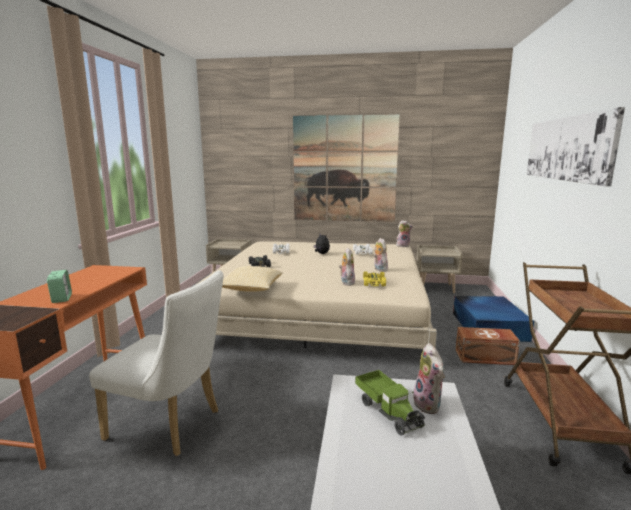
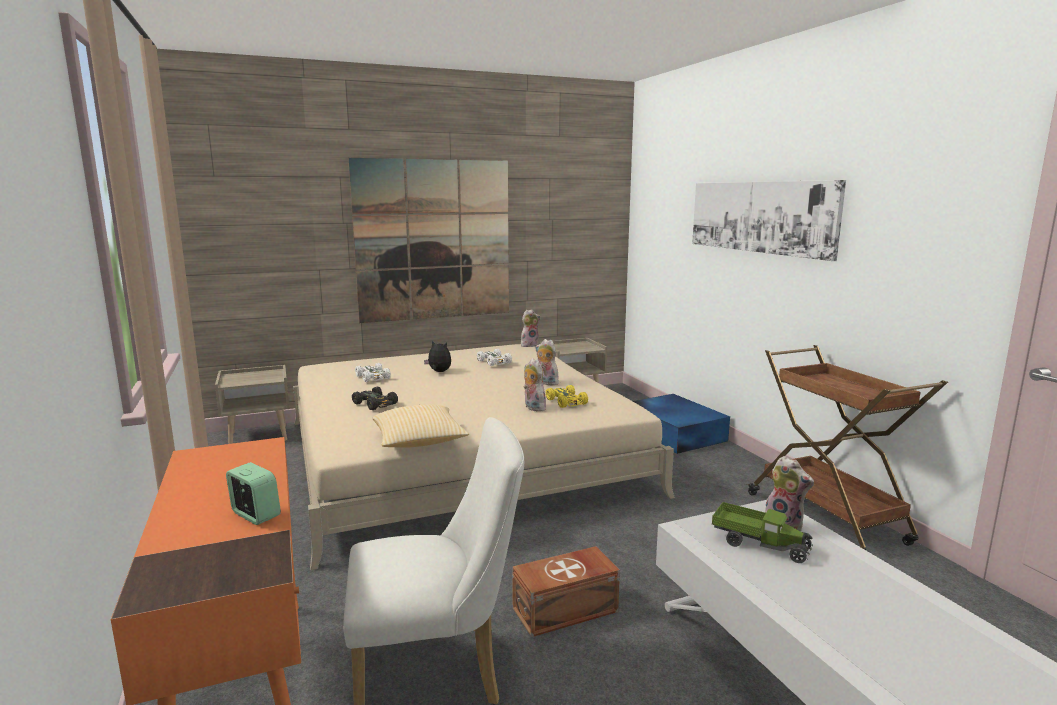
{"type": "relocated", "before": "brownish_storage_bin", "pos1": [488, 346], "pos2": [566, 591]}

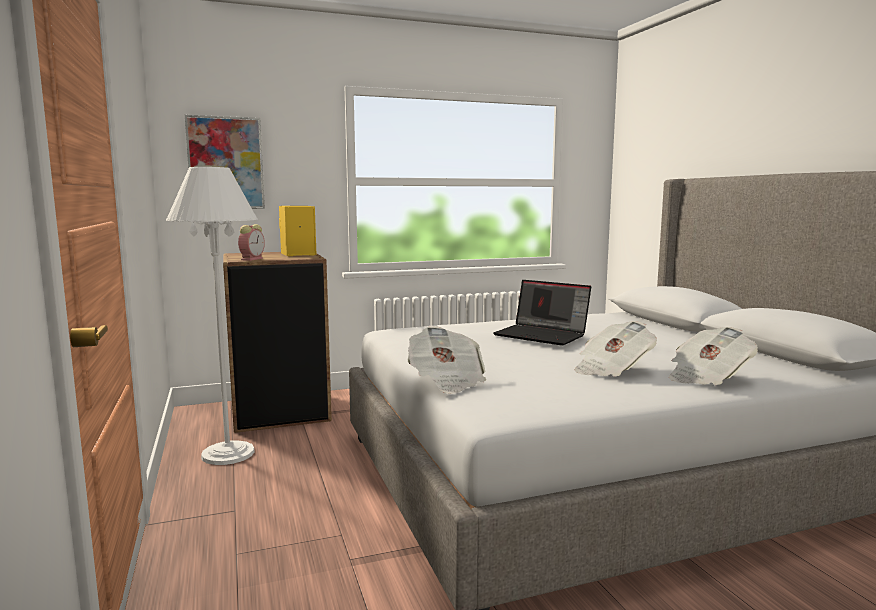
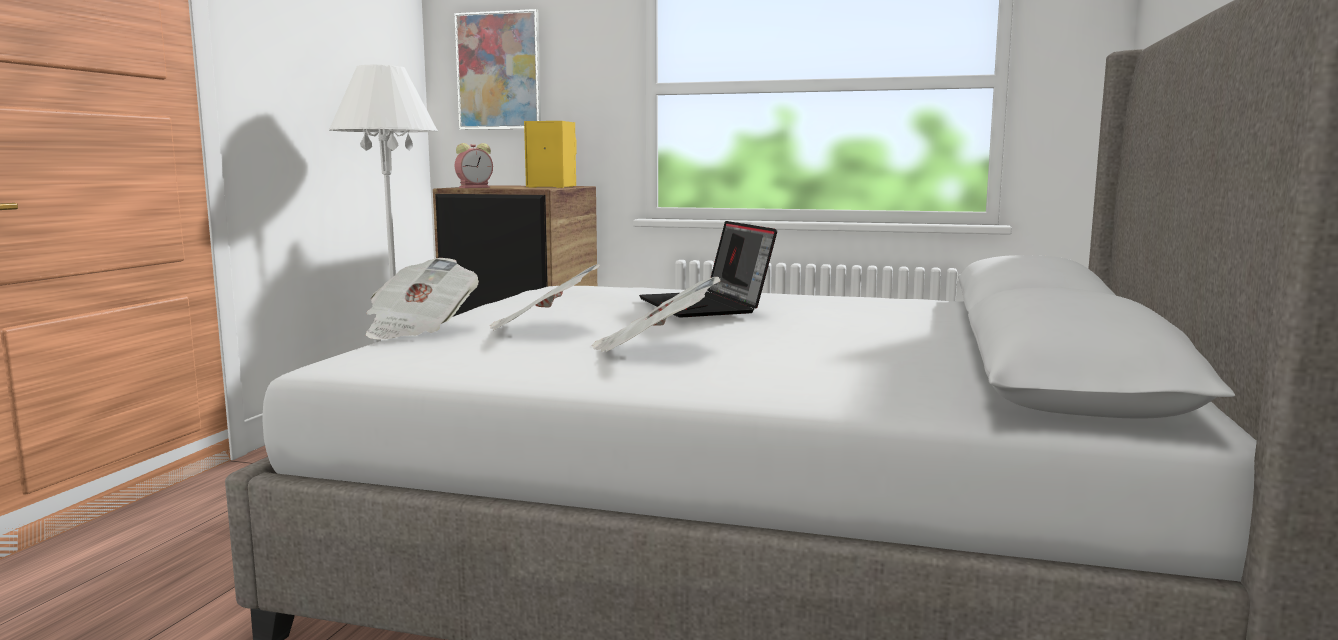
{"type": "relocated", "before": "printed_paper", "pos1": [713, 356], "pos2": [545, 297]}

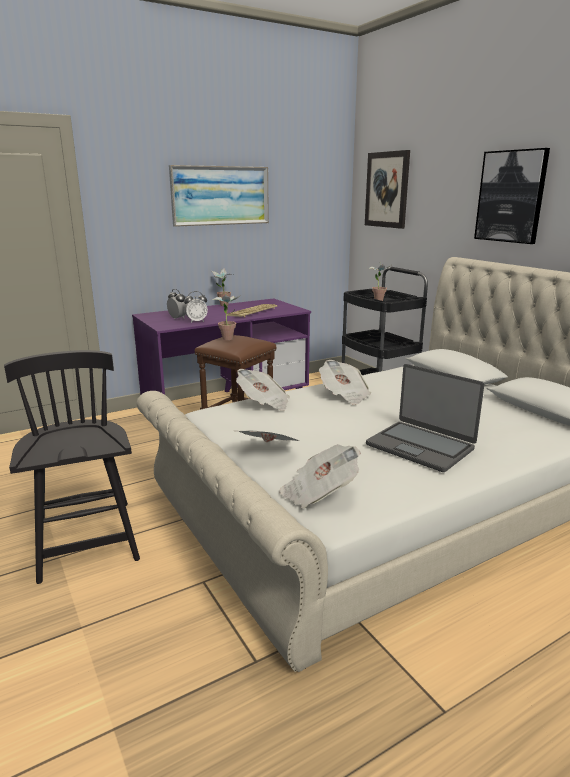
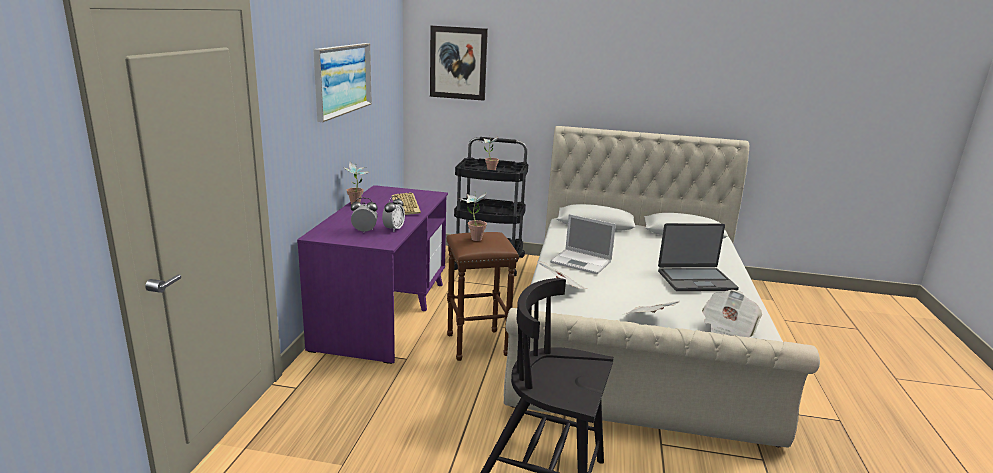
{"type": "missing", "before": "wall_art", "pos1": [512, 196]}
{"type": "exchanged", "before": "printed_paper", "after": "laptop", "pos1": [345, 382], "pos2": [583, 244]}

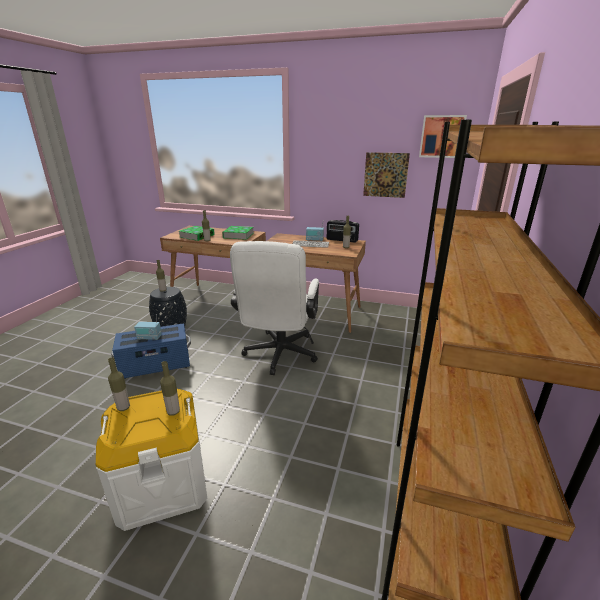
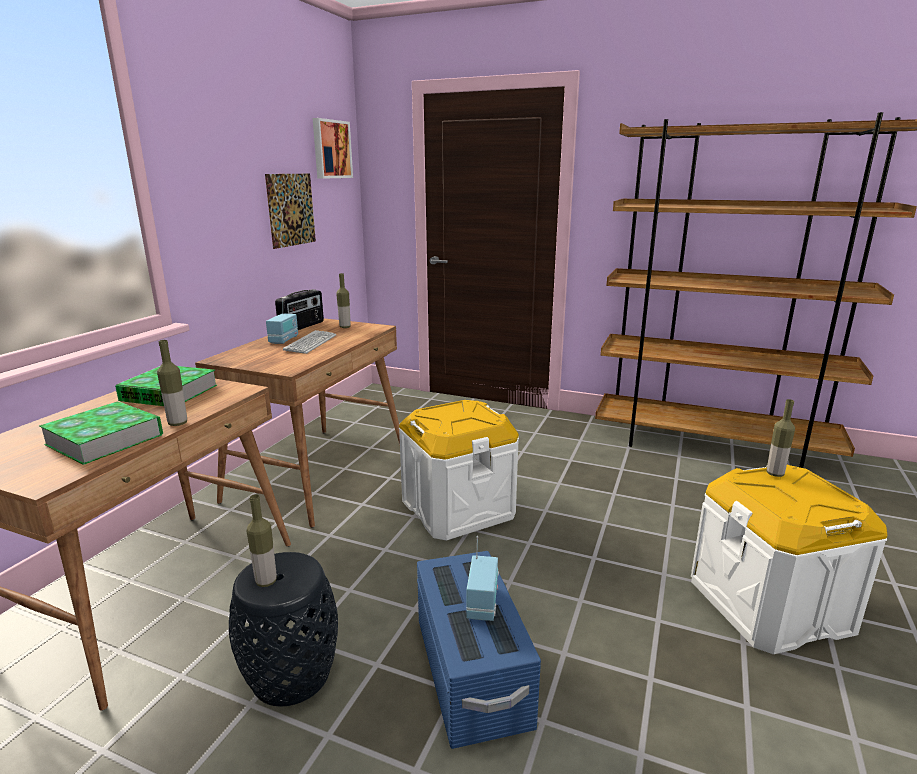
{"type": "missing", "before": "bottle", "pos1": [119, 384]}
{"type": "exchanged", "before": "whitish_desk_chair", "after": "whitish_storage_bin", "pos1": [274, 308], "pos2": [459, 470]}

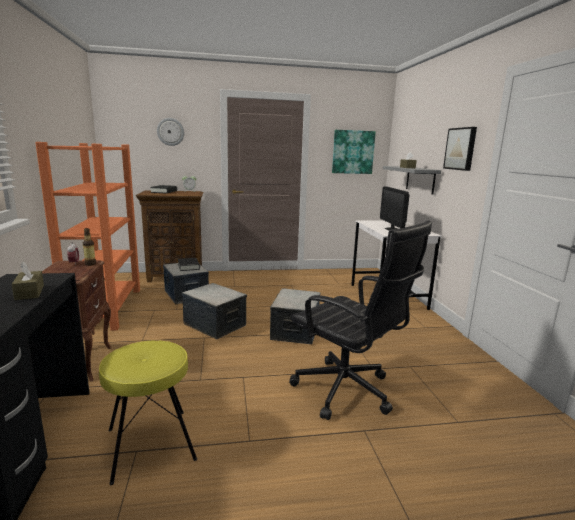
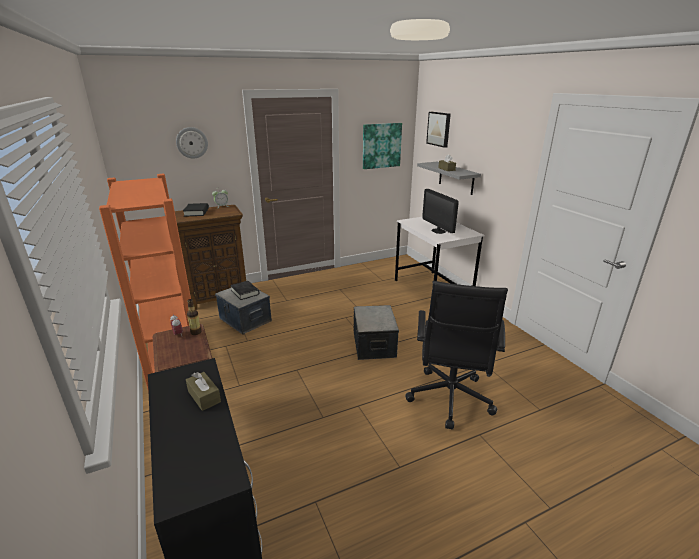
{"type": "missing", "before": "yellow_stool_seat", "pos1": [148, 412]}
{"type": "missing", "before": "storage_bin", "pos1": [214, 311]}
{"type": "relocated", "before": "wall_art", "pos1": [460, 149], "pos2": [438, 130]}
{"type": "spun", "before": "black-coloured_desk_chair", "pos1": [360, 320], "pos2": [456, 355], "turn": 75}

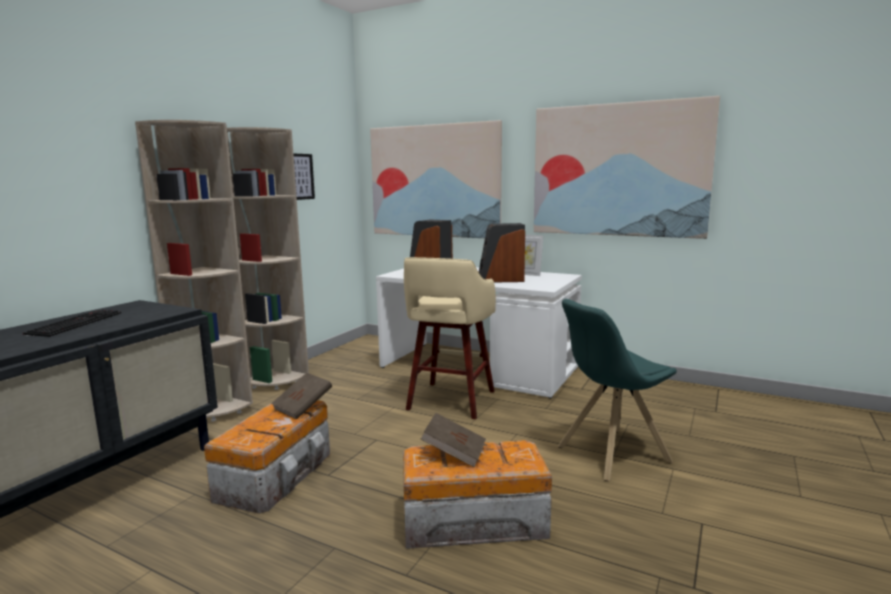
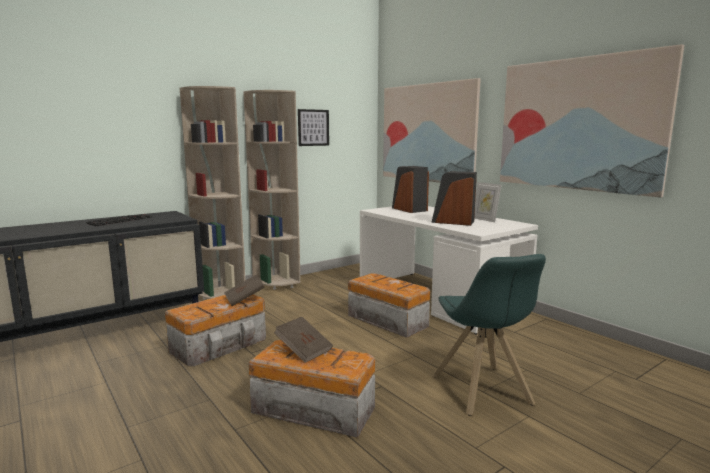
{"type": "exchanged", "before": "sand-coloured_stool_seat", "after": "storage_bin", "pos1": [450, 338], "pos2": [389, 305]}
{"type": "spun", "before": "turquoise_upright_chair", "pos1": [617, 390], "pos2": [489, 335], "turn": -105}

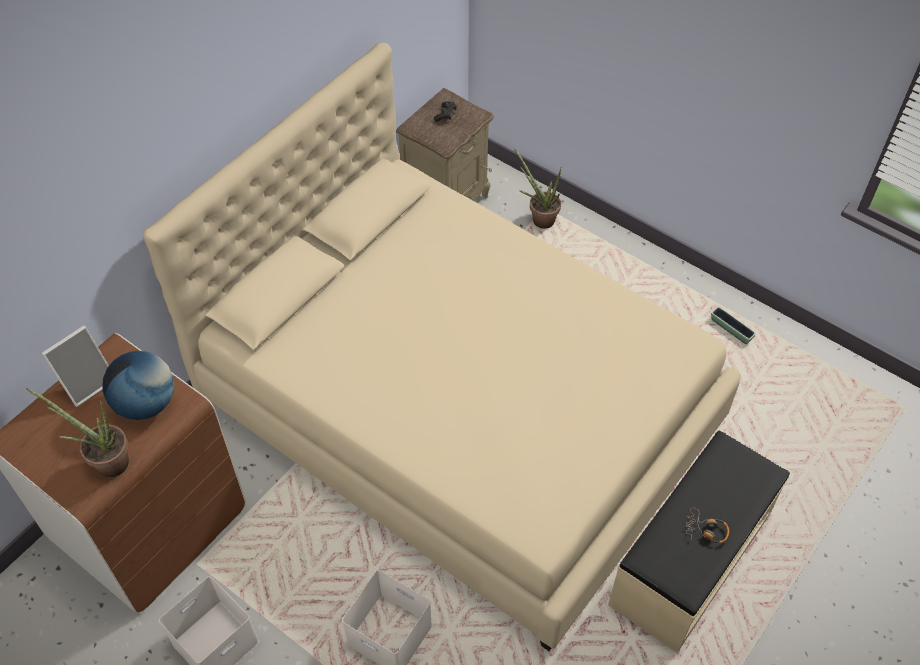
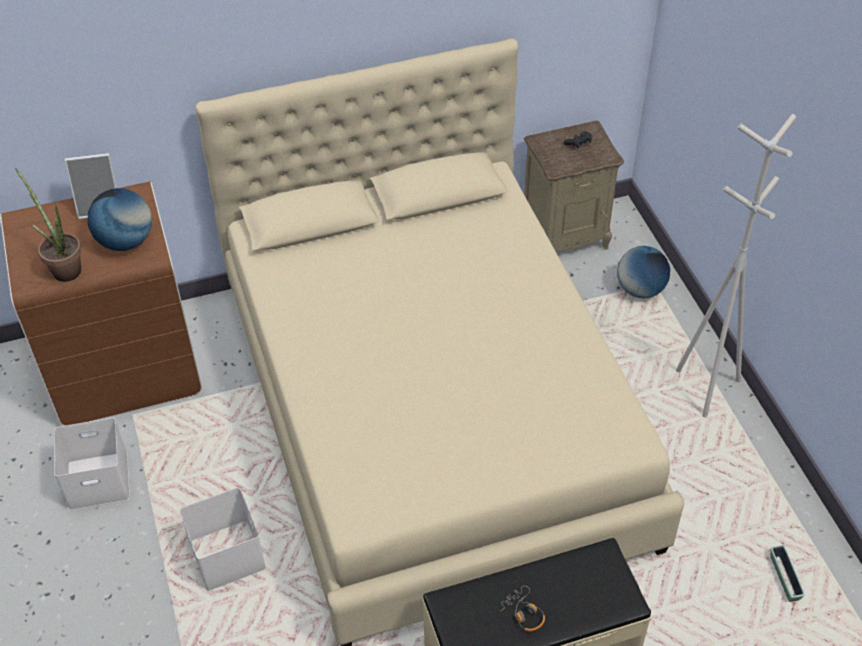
{"type": "appeared", "after": "grey_garment_stand", "pos2": [736, 265]}
{"type": "relocated", "before": "planter", "pos1": [733, 325], "pos2": [787, 573]}
{"type": "exchanged", "before": "potted_plant", "after": "globe", "pos1": [537, 189], "pos2": [643, 272]}

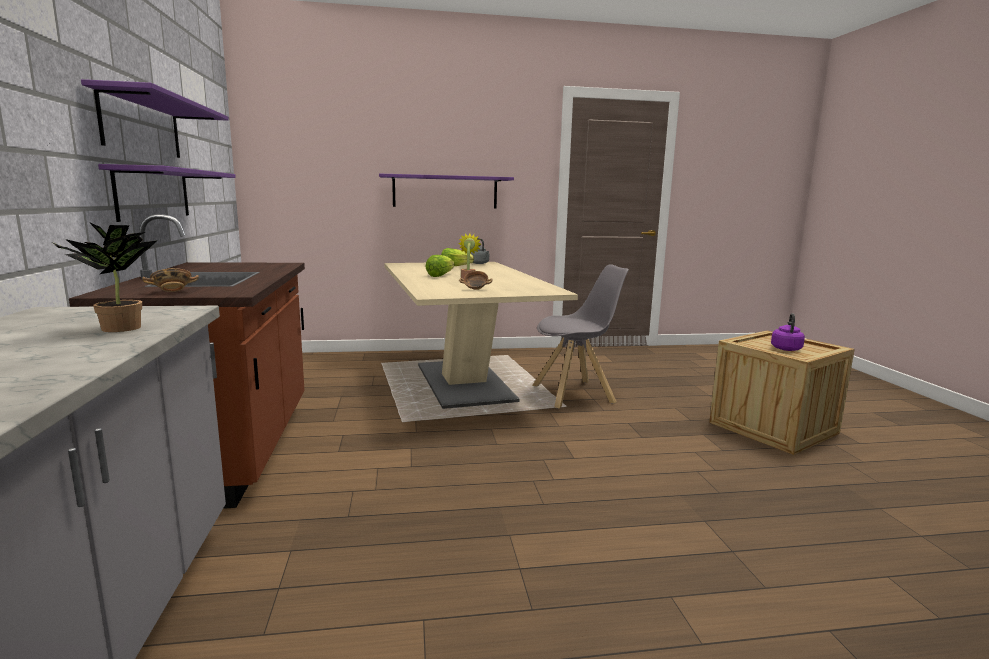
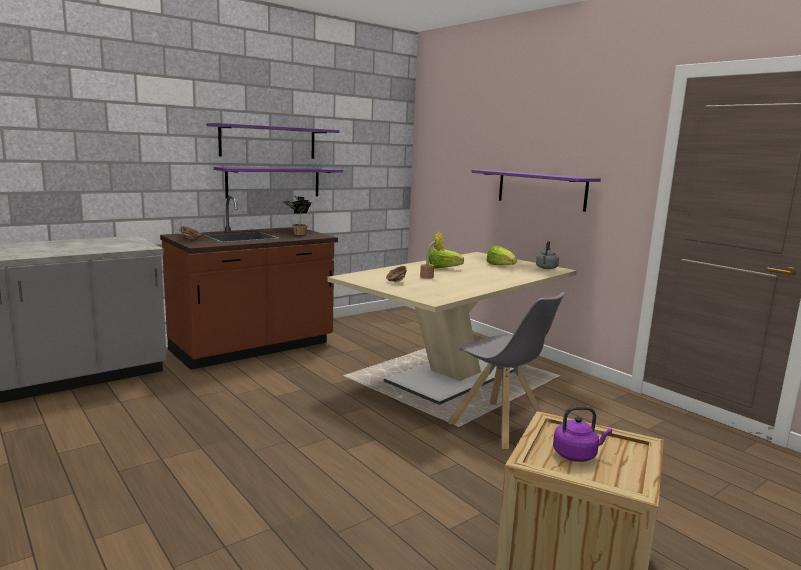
{"type": "relocated", "before": "potted_plant", "pos1": [105, 277], "pos2": [297, 215]}

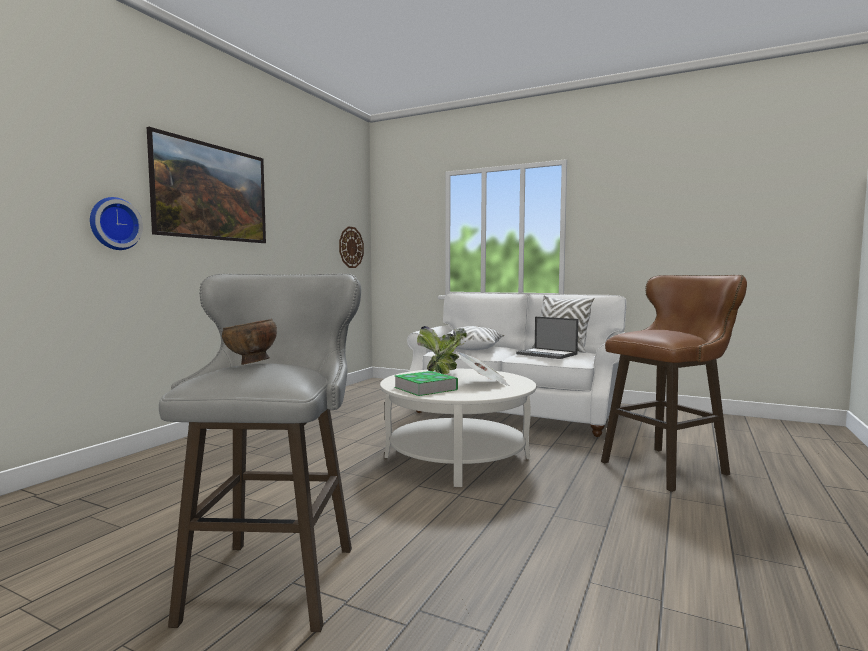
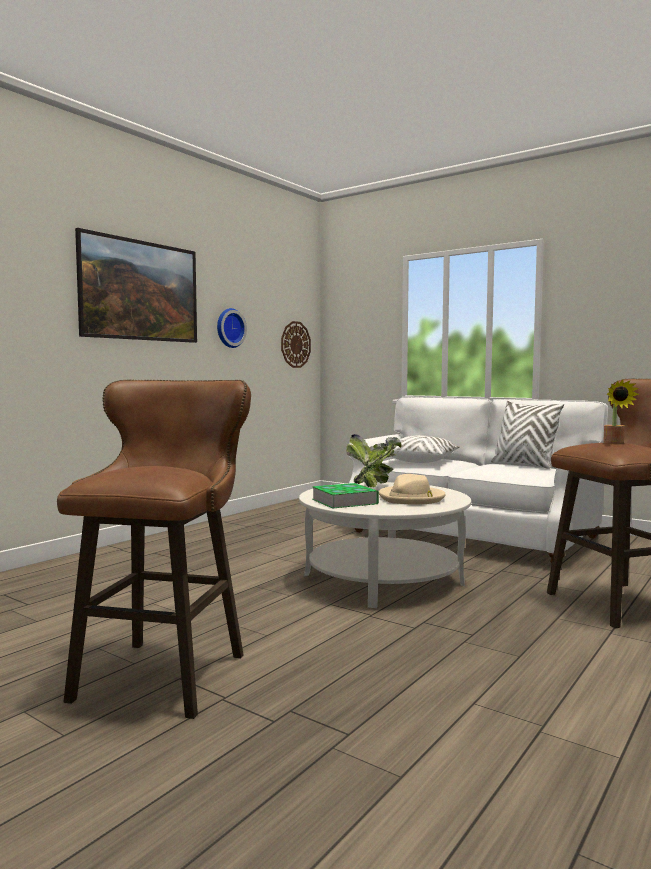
{"type": "missing", "before": "brownish_serving_bowl", "pos1": [249, 342]}
{"type": "missing", "before": "laptop", "pos1": [547, 338]}
{"type": "appeared", "after": "potted_plant", "pos2": [621, 411]}
{"type": "relocated", "before": "wall_clock", "pos1": [116, 223], "pos2": [232, 328]}
{"type": "exchanged", "before": "printed_paper", "after": "sand-coloured_wearable_hat", "pos1": [483, 369], "pos2": [412, 489]}
{"type": "colour", "before": "grey_stool_seat", "after": "brownish_stool_seat", "pos1": [260, 452], "pos2": [154, 549]}

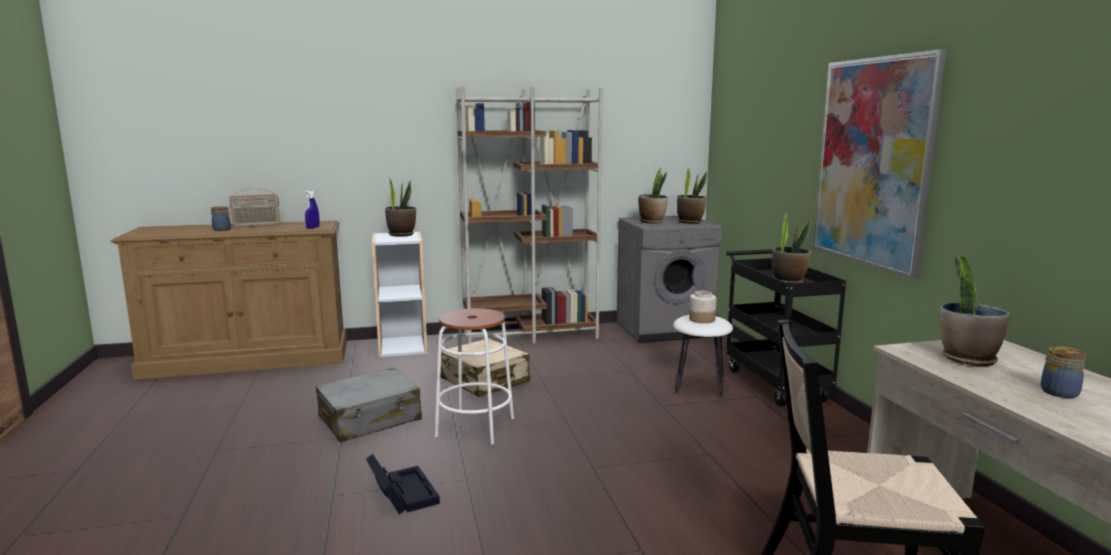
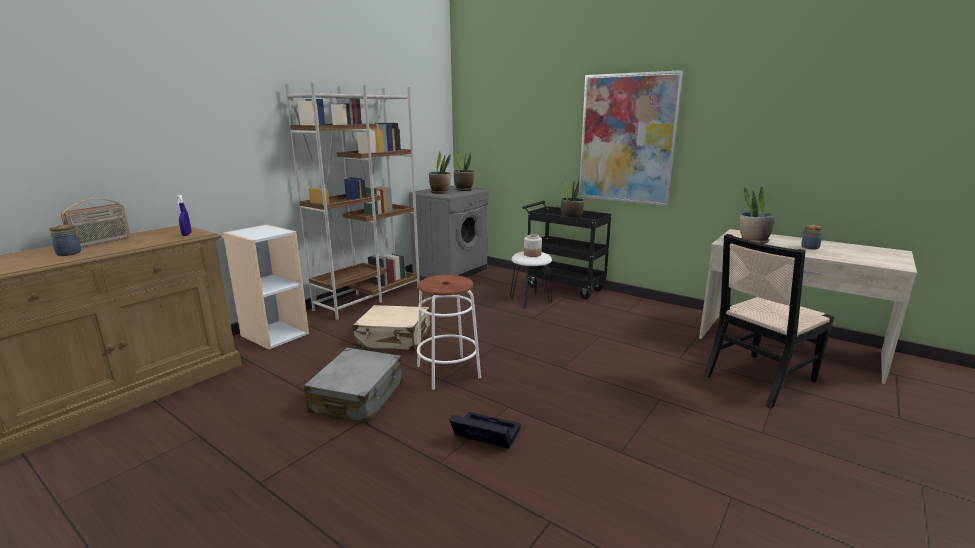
{"type": "missing", "before": "potted_plant", "pos1": [400, 207]}

